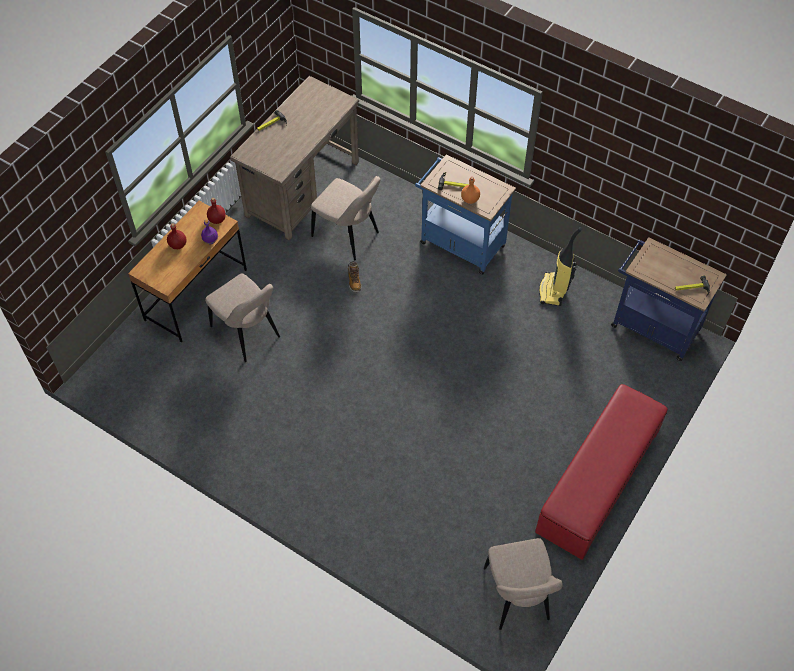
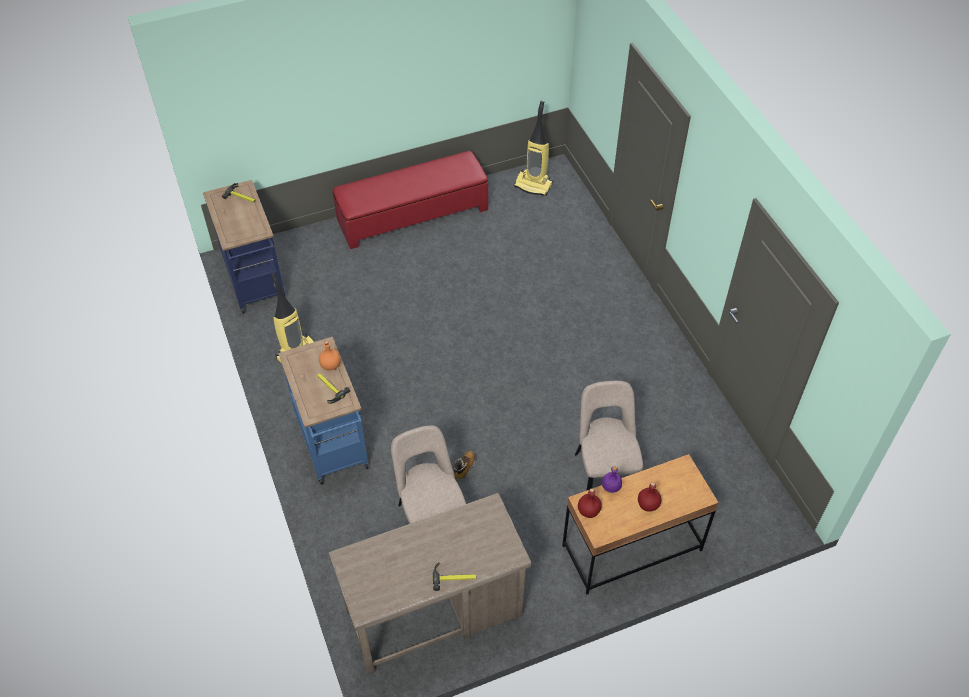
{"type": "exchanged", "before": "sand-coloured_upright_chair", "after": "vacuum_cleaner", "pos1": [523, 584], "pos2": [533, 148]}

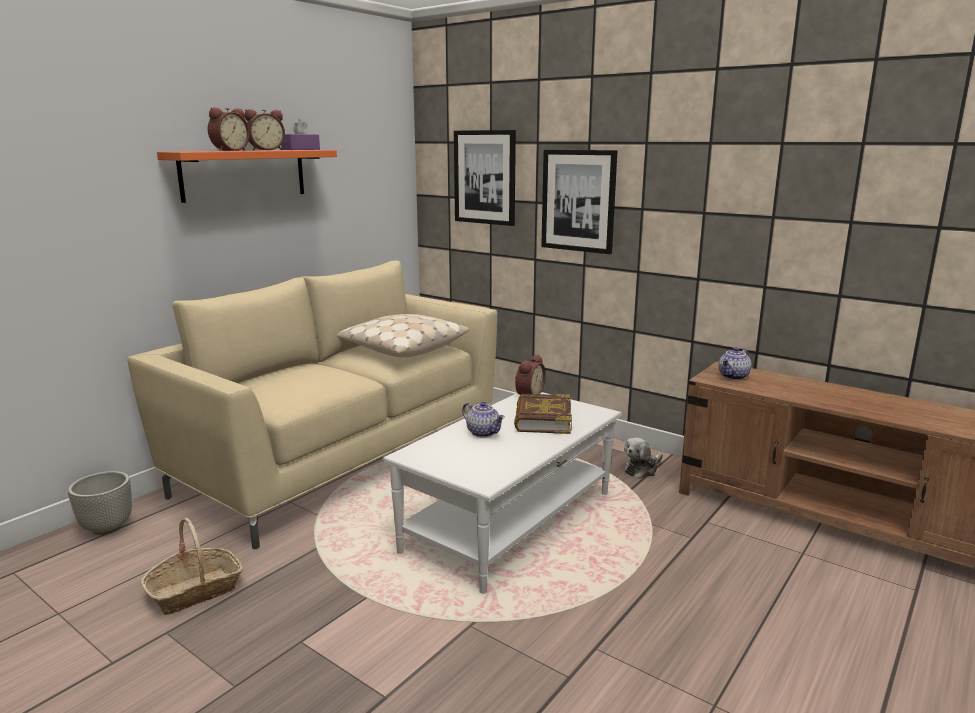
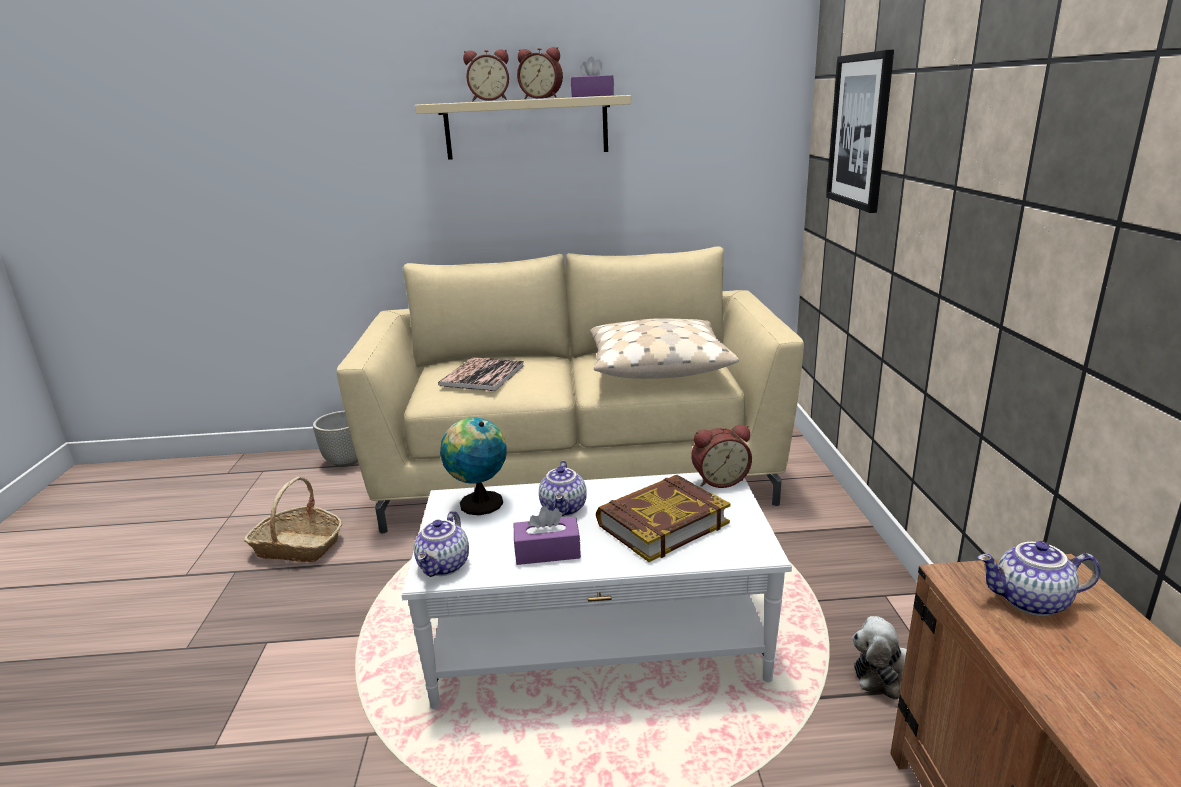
{"type": "missing", "before": "wall_art", "pos1": [579, 202]}
{"type": "appeared", "after": "teapot", "pos2": [441, 544]}
{"type": "appeared", "after": "book", "pos2": [481, 374]}
{"type": "appeared", "after": "globe", "pos2": [473, 466]}
{"type": "appeared", "after": "purple-coloured_tissue_box", "pos2": [547, 535]}
{"type": "colour", "before": "orangey_wall_shelf", "after": "sand-coloured_wall_shelf", "pos1": [247, 176], "pos2": [523, 127]}

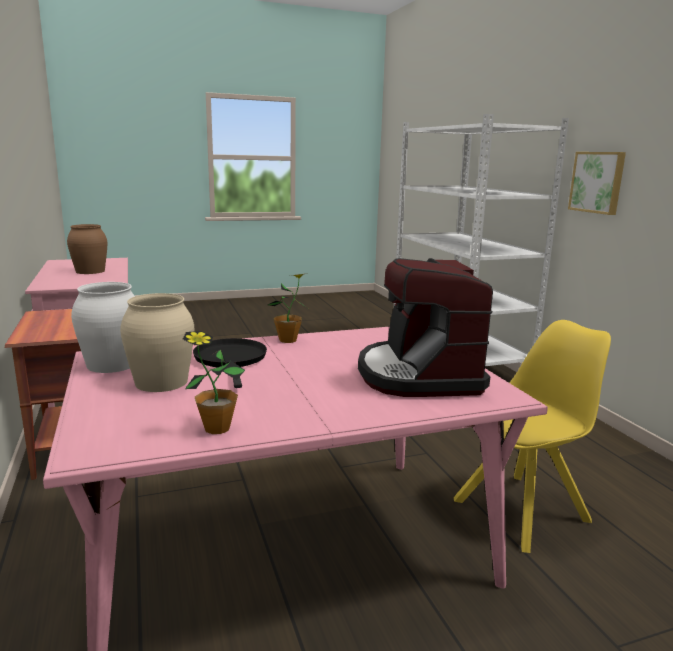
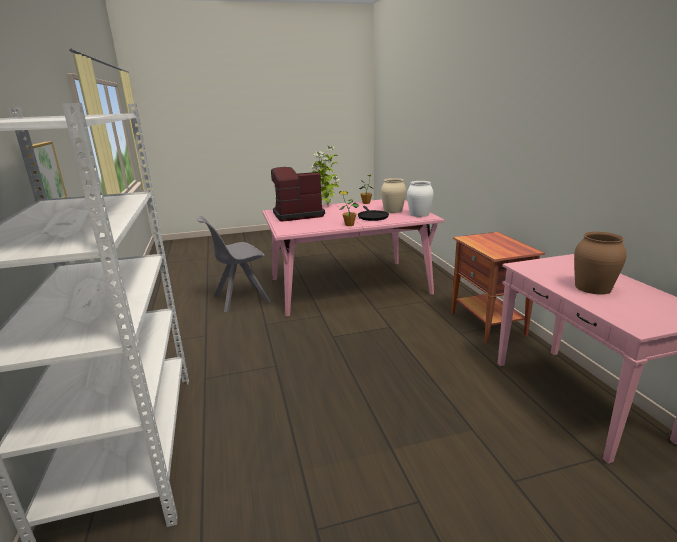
{"type": "appeared", "after": "potted_plant", "pos2": [325, 176]}
{"type": "colour", "before": "yellow_upright_chair", "after": "grey_upright_chair", "pos1": [532, 436], "pos2": [233, 264]}
{"type": "spun", "before": "coffee_brewer", "pos1": [425, 327], "pos2": [298, 194], "turn": -105}

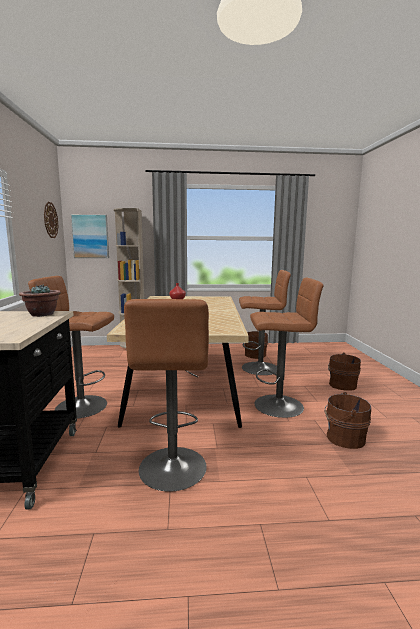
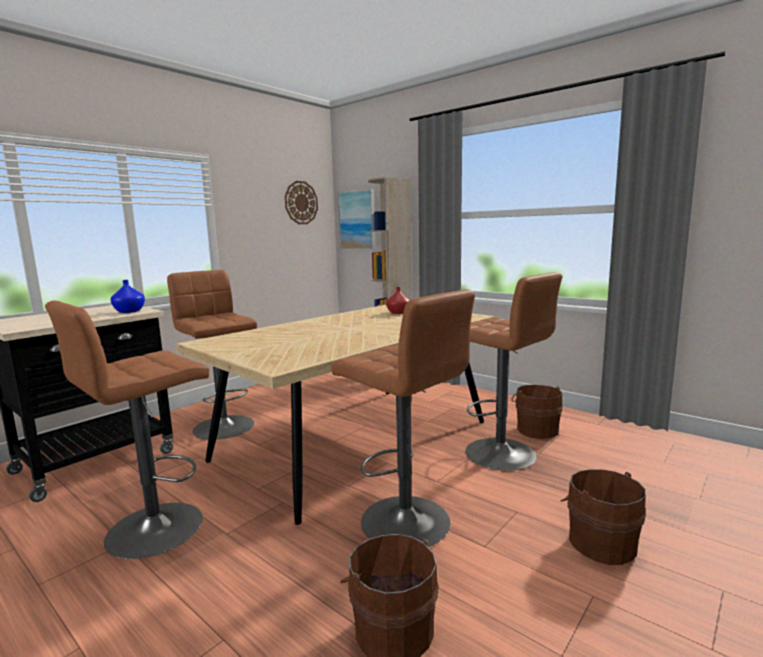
{"type": "exchanged", "before": "potted_plant", "after": "bluish_decorative_vase", "pos1": [40, 300], "pos2": [127, 296]}

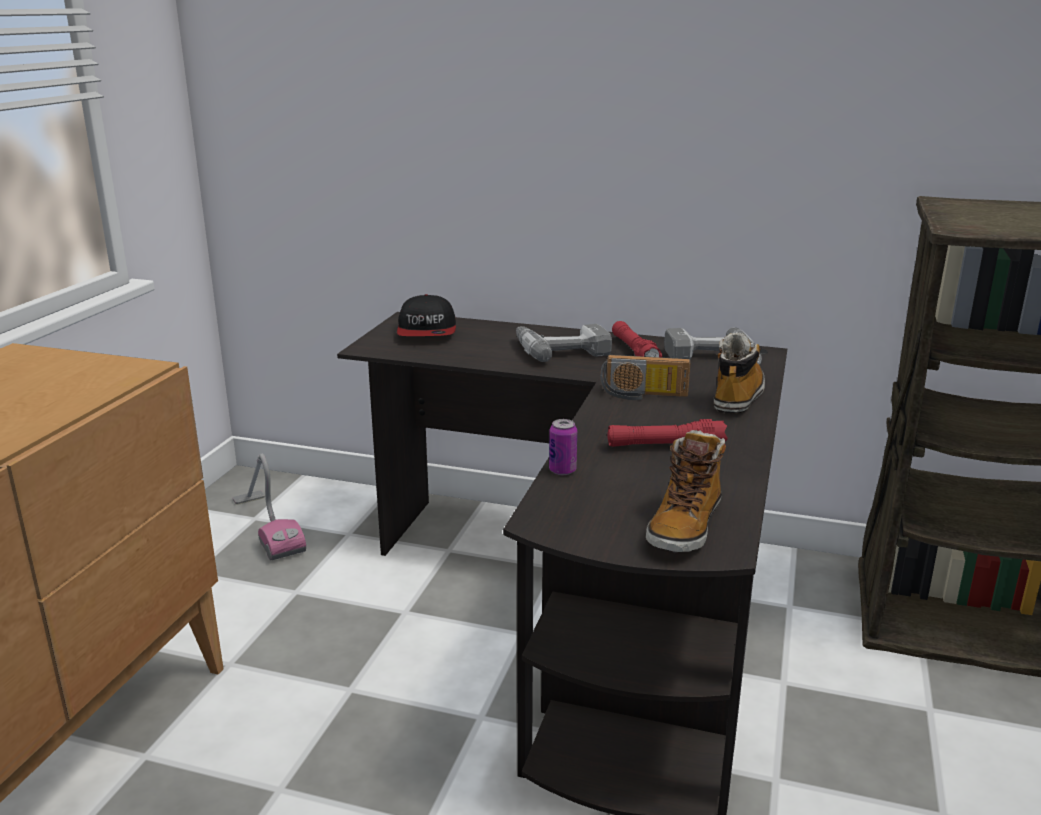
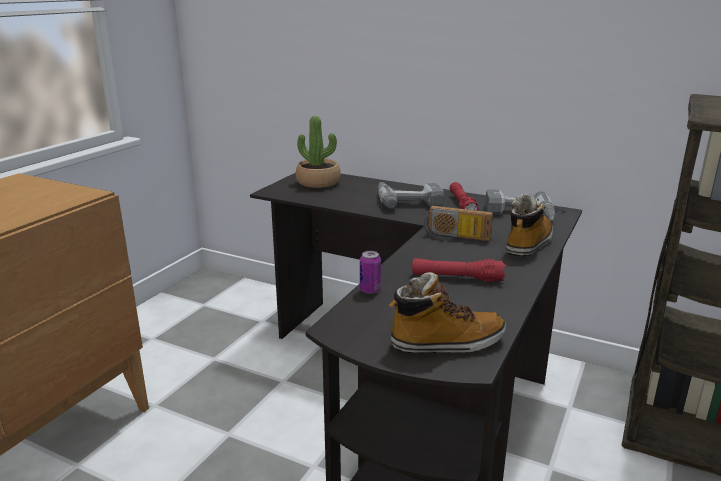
{"type": "missing", "before": "vacuum_cleaner", "pos1": [269, 507]}
{"type": "exchanged", "before": "cap", "after": "potted_plant", "pos1": [426, 315], "pos2": [318, 152]}
{"type": "spun", "before": "high-top_boot", "pos1": [686, 491], "pos2": [447, 313], "turn": -135}

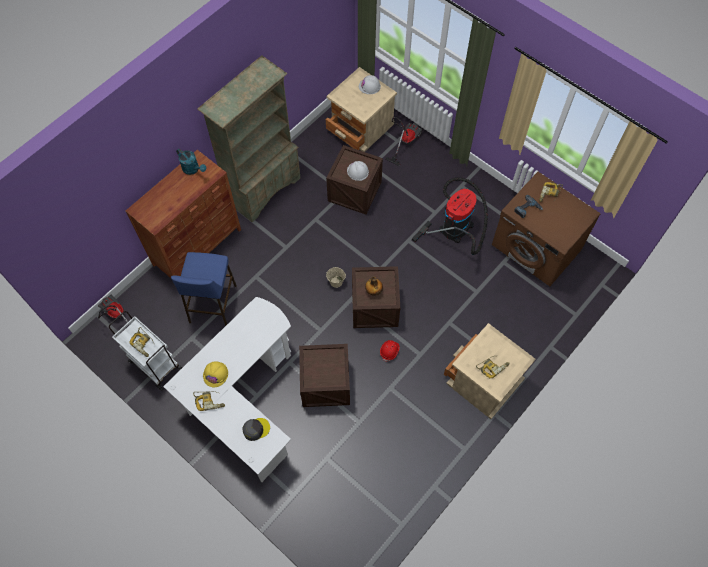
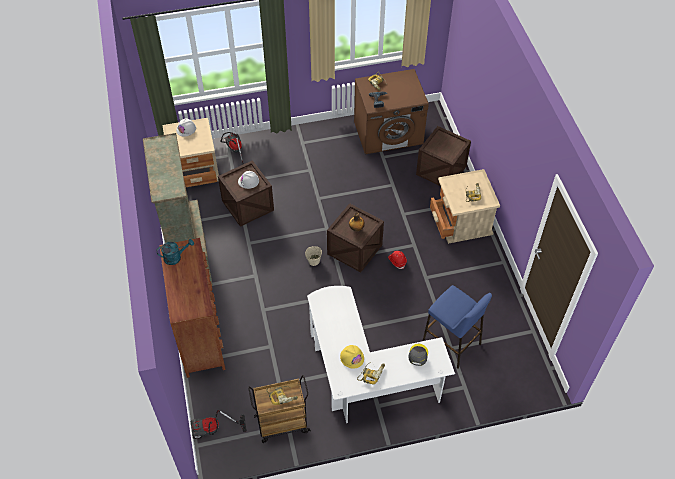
{"type": "missing", "before": "vacuum_cleaner", "pos1": [450, 216]}
{"type": "relocated", "before": "bluish_stool_seat", "pos1": [204, 289], "pos2": [457, 327]}
{"type": "relocated", "before": "packing_crate", "pos1": [324, 375], "pos2": [443, 156]}
{"type": "colour", "before": "whitish_cart", "after": "brownish_cart", "pos1": [145, 351], "pos2": [279, 409]}

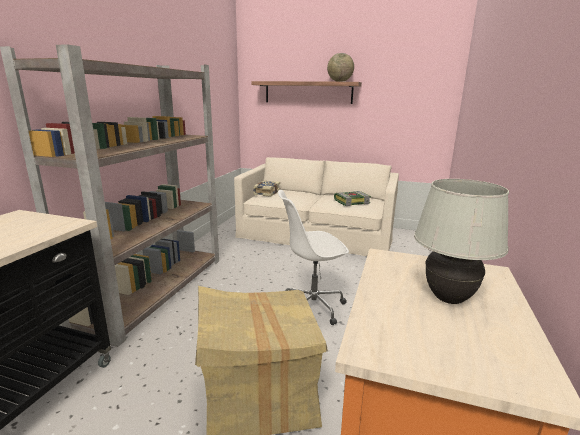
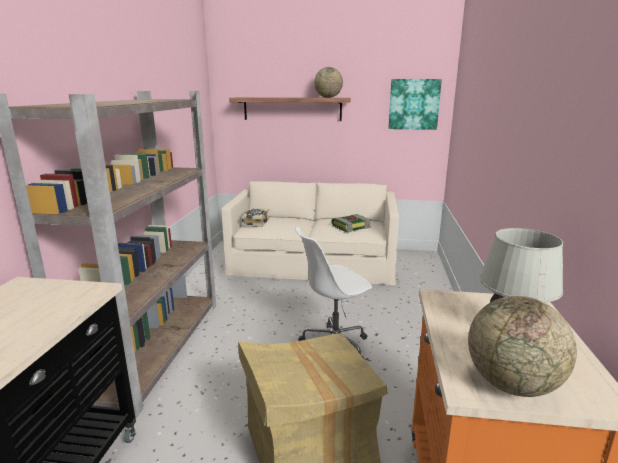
{"type": "appeared", "after": "wall_art", "pos2": [415, 104]}
{"type": "appeared", "after": "globe", "pos2": [522, 346]}

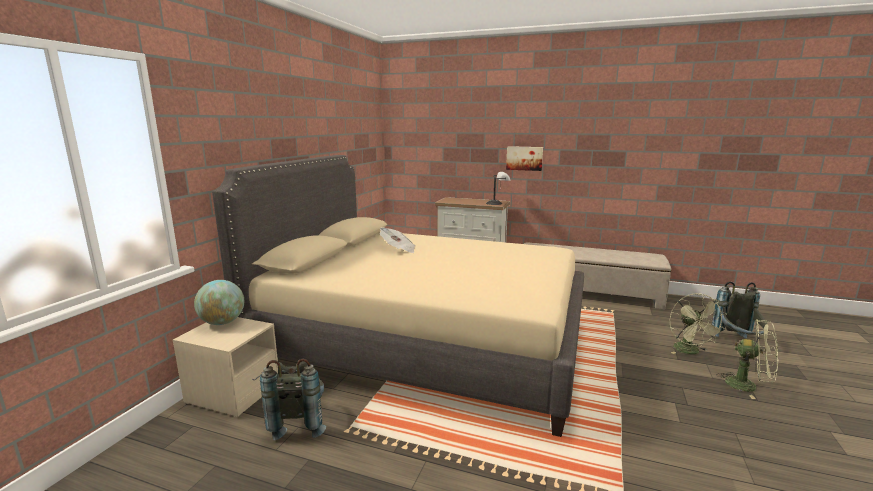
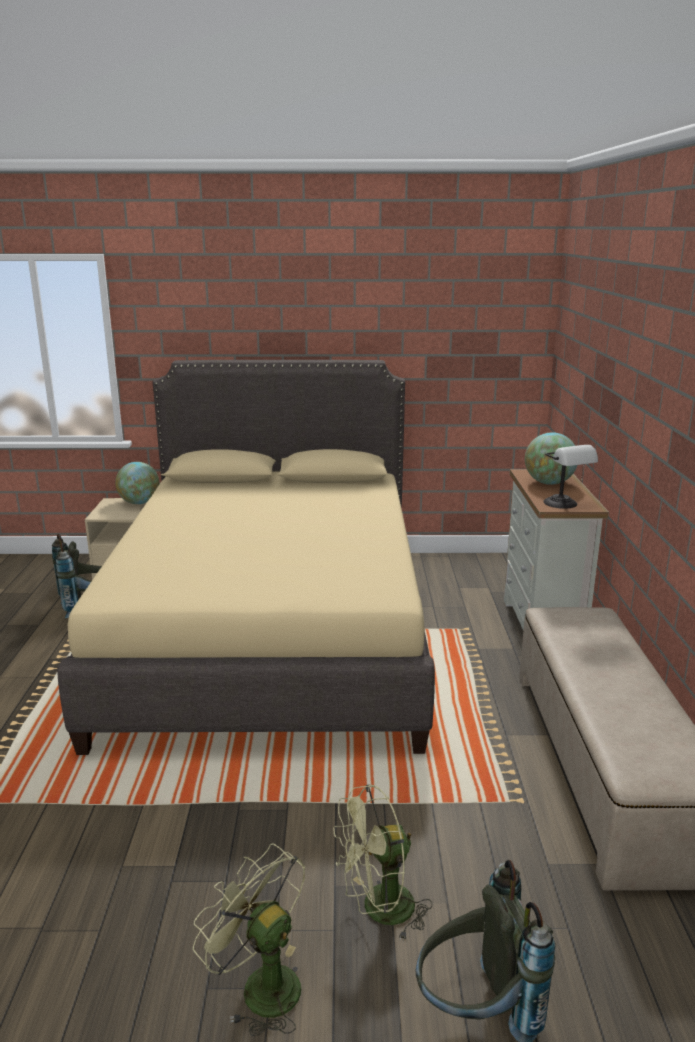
{"type": "missing", "before": "printed_paper", "pos1": [397, 240]}
{"type": "missing", "before": "wall_art", "pos1": [524, 158]}
{"type": "appeared", "after": "globe", "pos2": [551, 458]}
{"type": "spun", "before": "greenish_cooling_fan", "pos1": [747, 359], "pos2": [249, 939], "turn": 120}

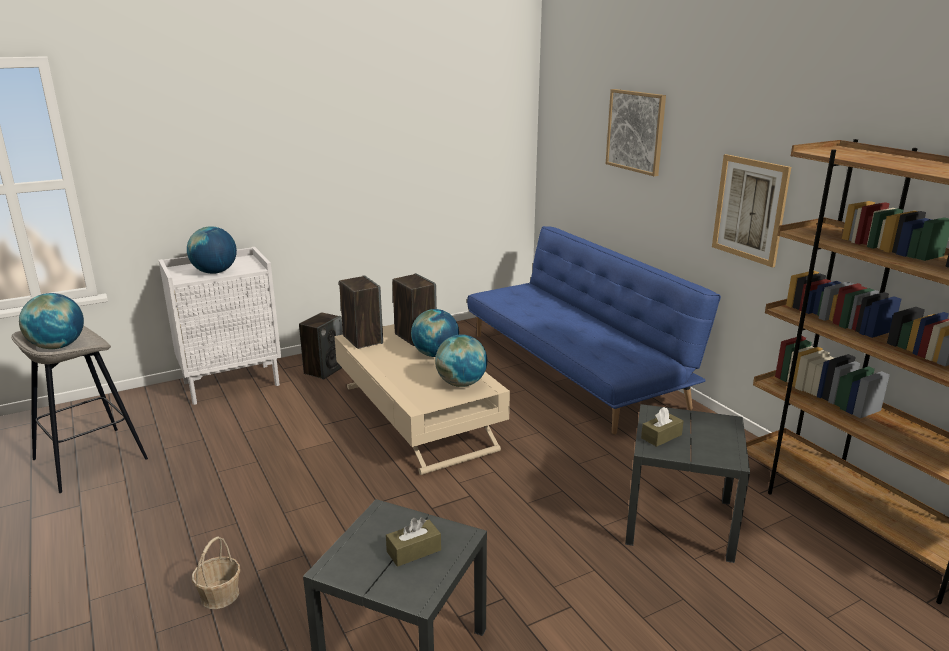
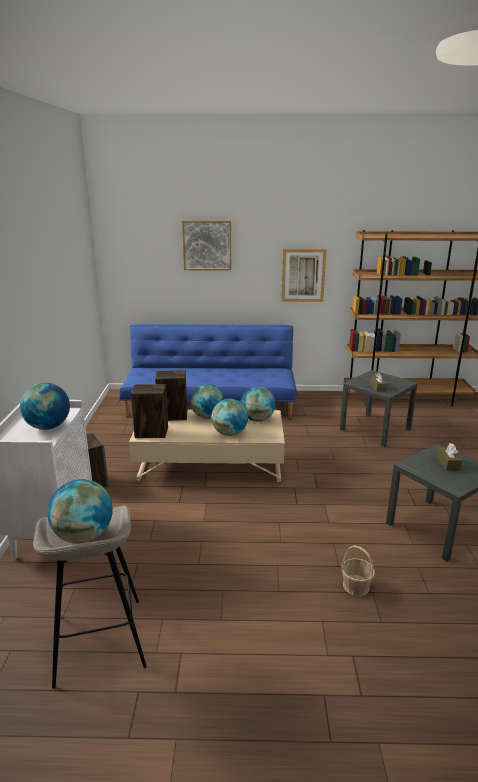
{"type": "appeared", "after": "globe", "pos2": [229, 417]}

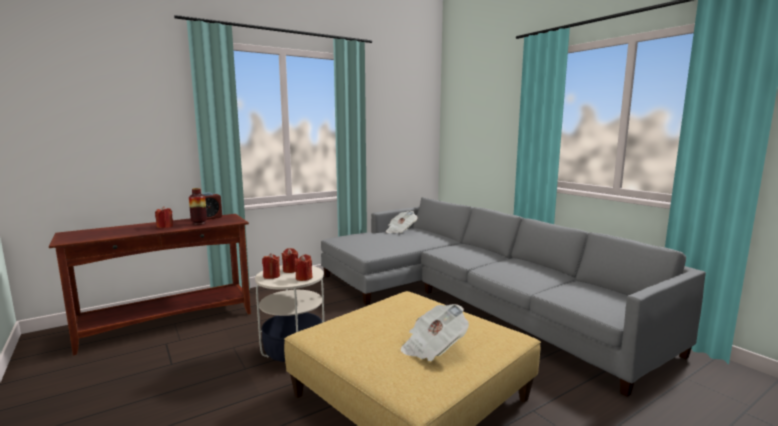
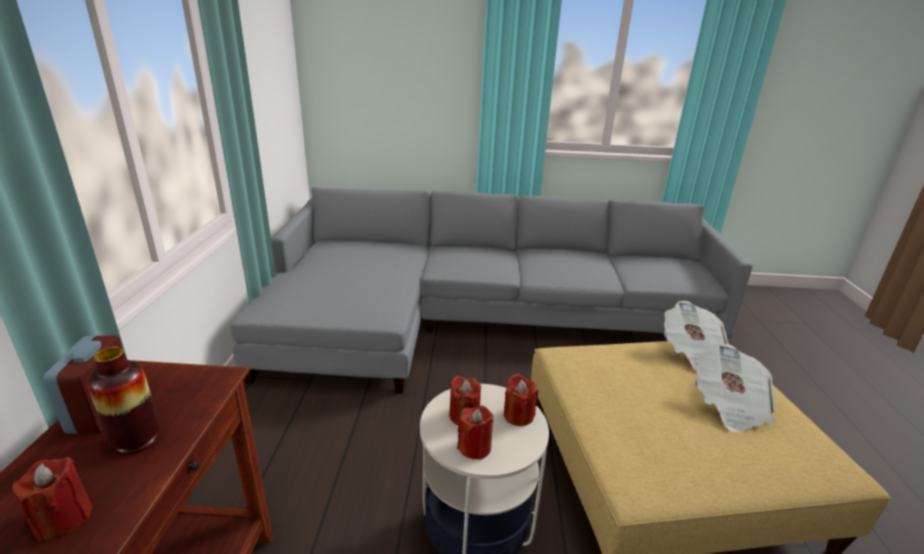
{"type": "relocated", "before": "printed_paper", "pos1": [402, 222], "pos2": [696, 335]}

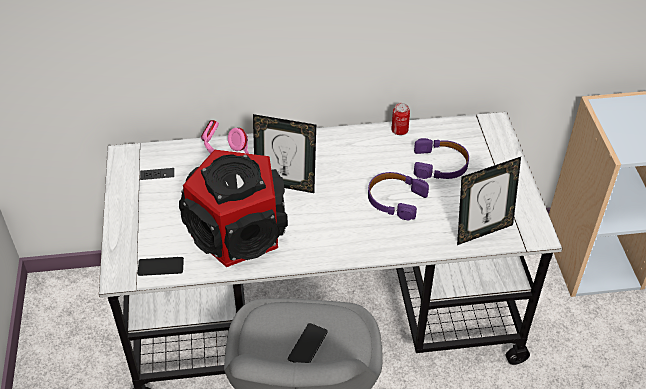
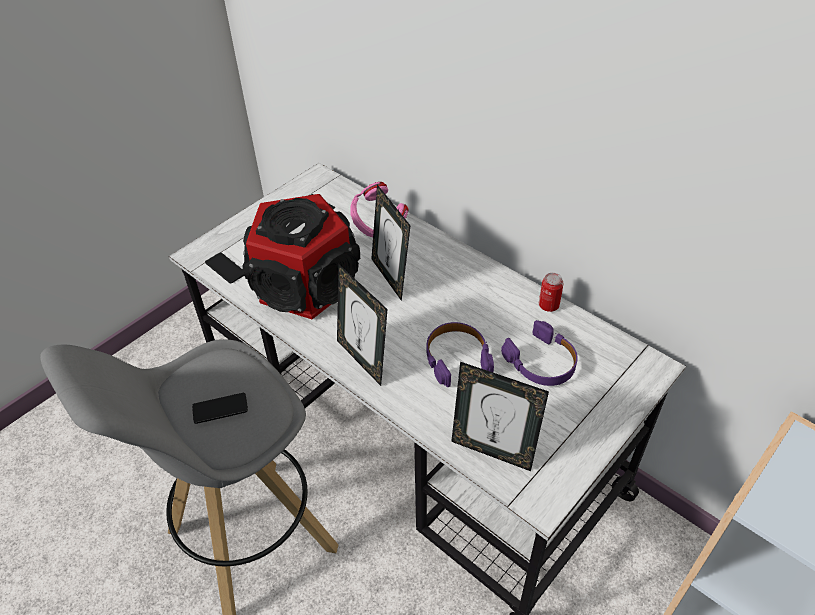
{"type": "appeared", "after": "standing_frame", "pos2": [362, 325]}

